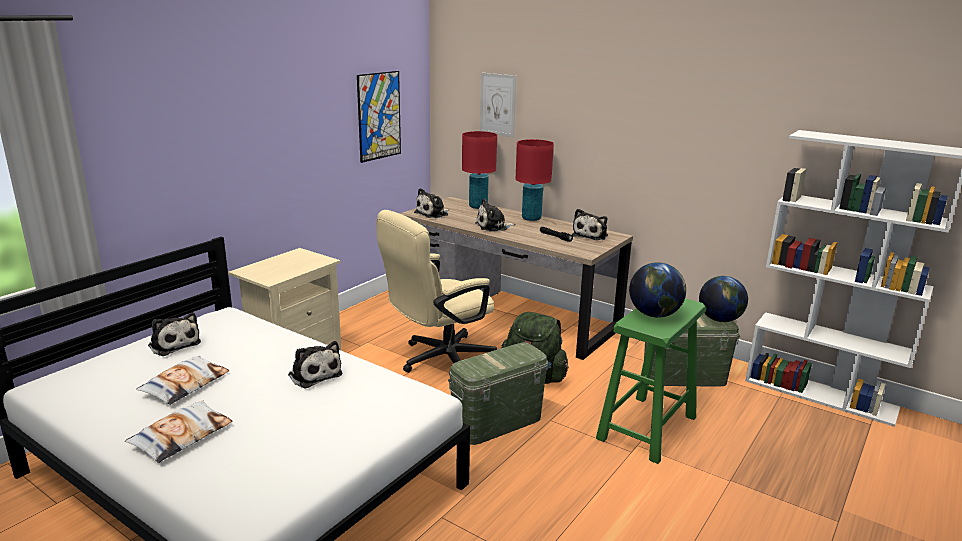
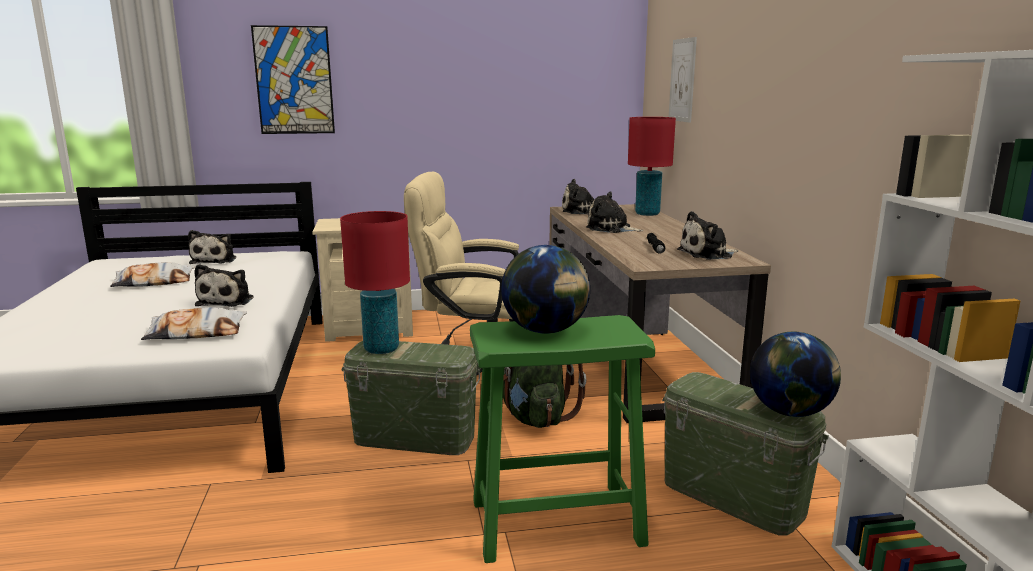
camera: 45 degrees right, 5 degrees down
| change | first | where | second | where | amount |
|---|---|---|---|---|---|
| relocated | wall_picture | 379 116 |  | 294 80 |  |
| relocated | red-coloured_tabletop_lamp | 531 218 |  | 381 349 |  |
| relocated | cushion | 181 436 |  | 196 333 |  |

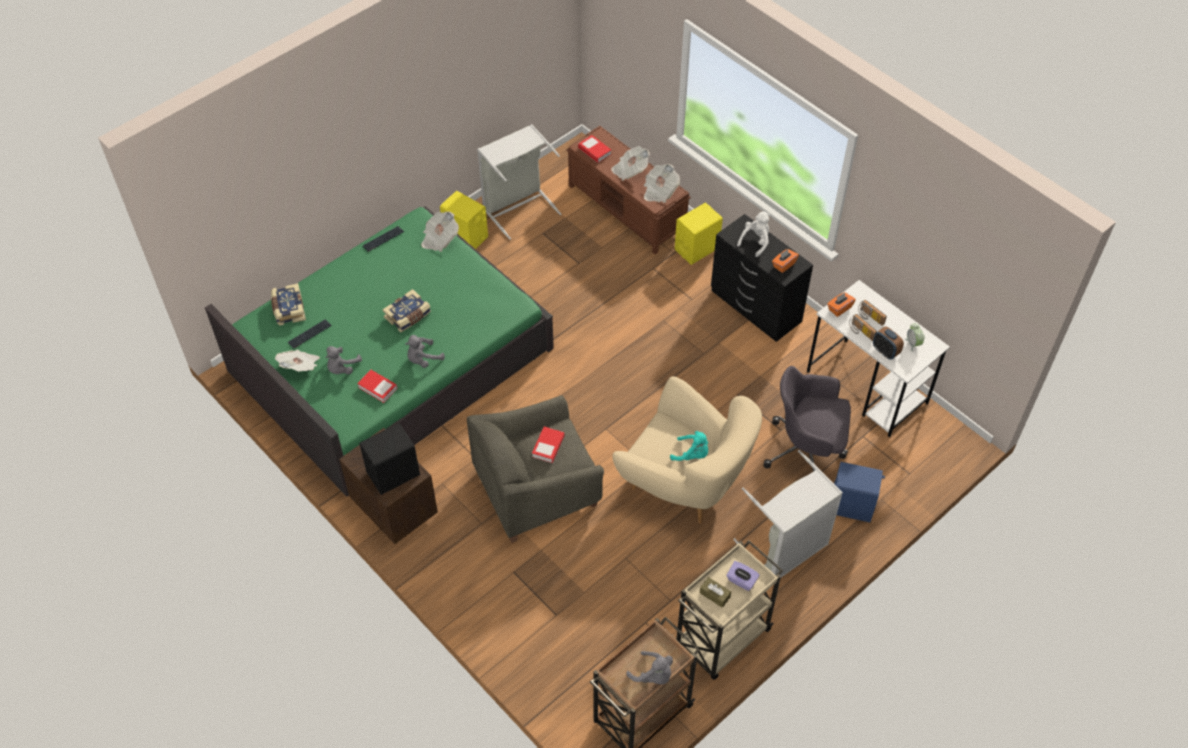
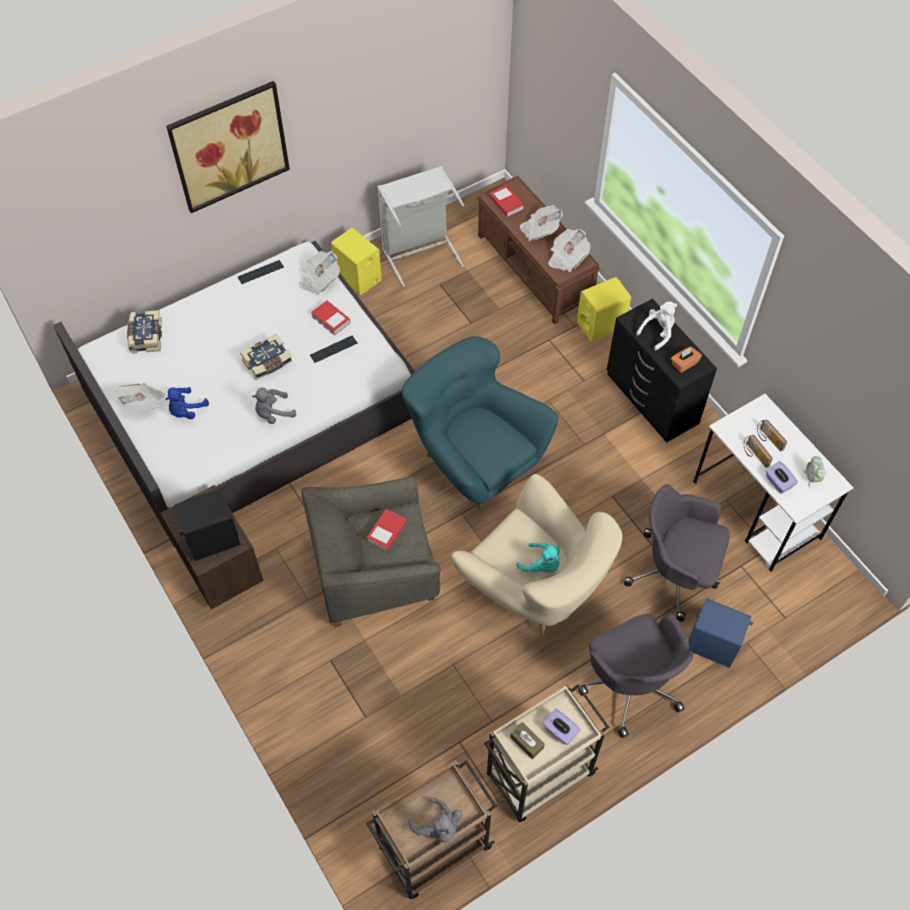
camera: 10 degrees right, 5 degrees up
| change | first | where | second | where | amount |
|---|---|---|---|---|---|
| colour | green_bedroom_bed | 390 360 | white-coloured_bedroom_bed | 251 402 |  |
| missing | orange-coloured_box_of_tissues | 839 308 |  |  |  |
| relocated | PC_keyboard | 309 334 |  | 333 349 |  |
| exchanged | bedside_clock | 885 351 | purple-coloured_box_of_tissues | 778 482 |  |
| colour | gray_cuddly_toy | 342 368 | bluish_cuddly_toy | 186 410 |  |
| relocated | bound_book | 377 388 |  | 331 320 |  |
| exchanged | gray_laundry_basket | 786 550 | gray_desk_chair | 630 684 |  |
| appeared |  |  | wall_picture | 229 146 |  |
| appeared |  |  | turquoise-coloured_armchair | 474 461 |  |

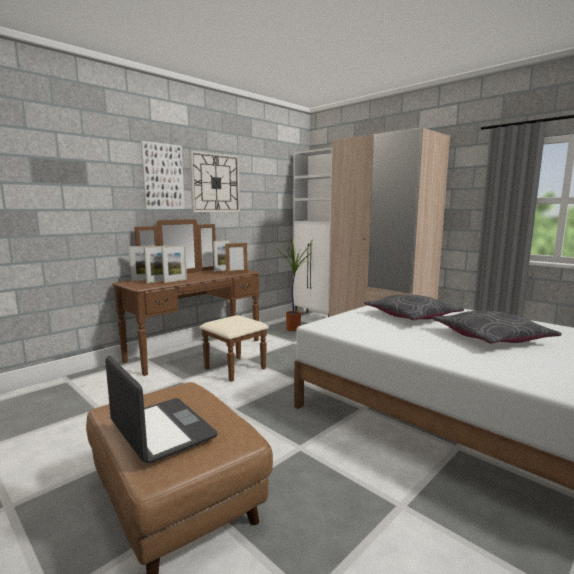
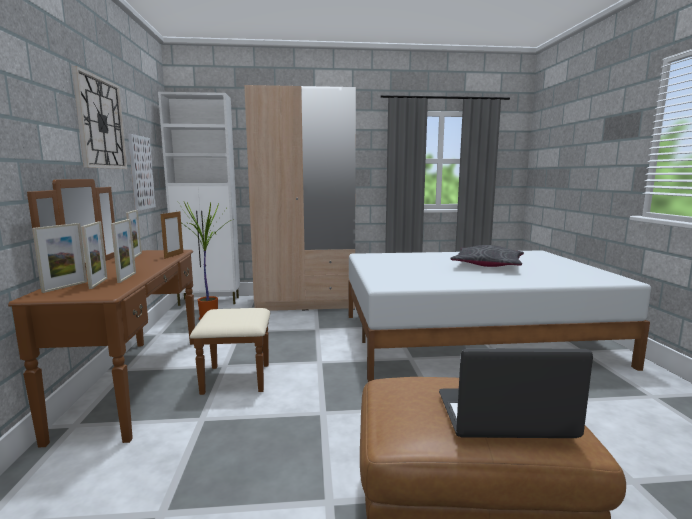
camera: 50 degrees left, 0 degrees up
| change | first | where | second | where | amount |
|---|---|---|---|---|---|
| relocated | wall_picture | 163 176 |  | 141 173 |  |
| missing | gray_cushion | 411 316 |  |  |  |

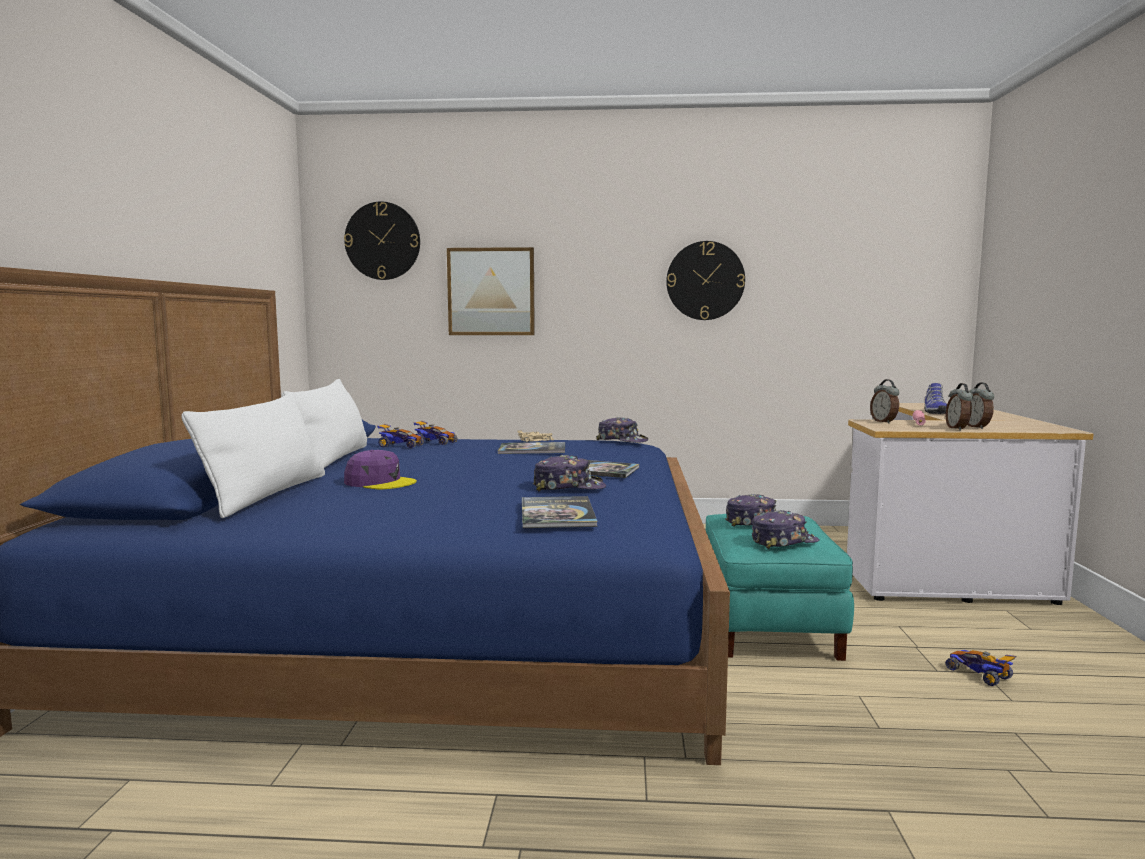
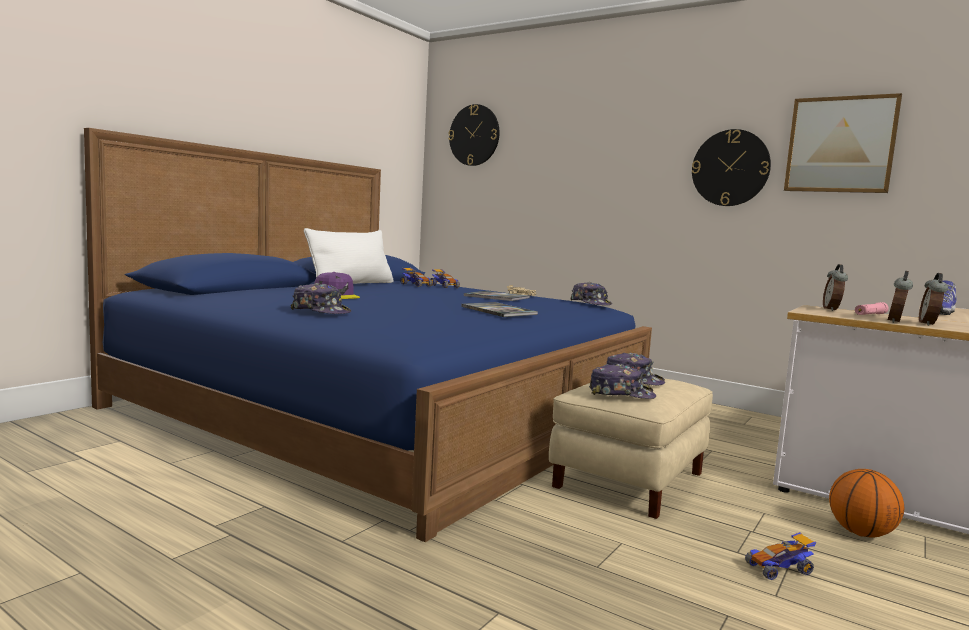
camera: 30 degrees right, 0 degrees up
| change | first | where | second | where | amount |
|---|---|---|---|---|---|
| relocated | wall_picture | 491 292 |  | 840 145 |  |
| missing | white-coloured_cushion | 267 494 |  |  |  |
| relocated | baseball_cap | 569 487 |  | 321 311 |  |
| missing | bound_book | 557 514 |  |  |  |
| colour | turquoise-coloured_pouffe | 767 627 | sand-coloured_pouffe | 628 479 |  |
| spun | miniature_car | 980 675 |  | 779 568 | 105 degrees counterclockwise |
| appeared |  |  | basketball | 861 533 |  |

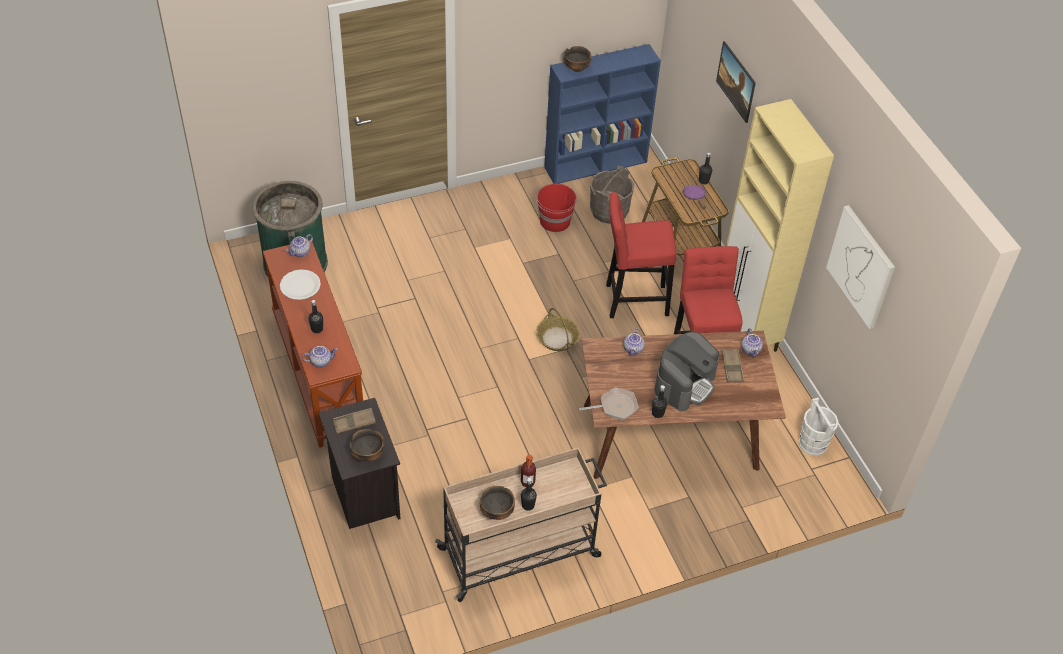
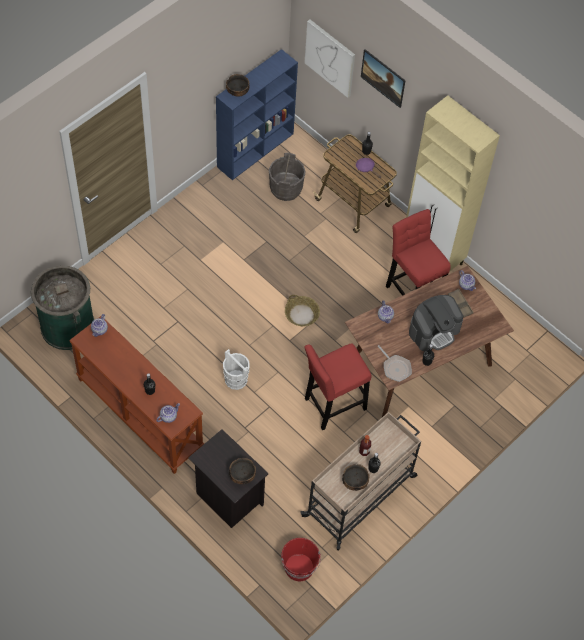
camera: 25 degrees left, 10 degrees up
| change | first | where | second | where | amount |
|---|---|---|---|---|---|
| relocated | red-coloured_water_bucket | 555 221 |  | 299 568 |  |
| relocated | red-coloured_sitting_stool | 632 300 |  | 332 406 |  |
| relocated | wall_picture | 861 266 |  | 330 58 |  |
| missing | white-coloured_dinner_plate | 300 285 |  |  |  |
| spun | coffee_maker | 684 384 |  | 434 331 | 45 degrees clockwise |
| spun | skillet | 615 406 |  | 395 368 | 90 degrees clockwise |
| relocated | white-coloured_water_bucket | 813 444 |  | 236 380 |  |
| missing | brownish_serving_tray | 354 423 |  |  |  |

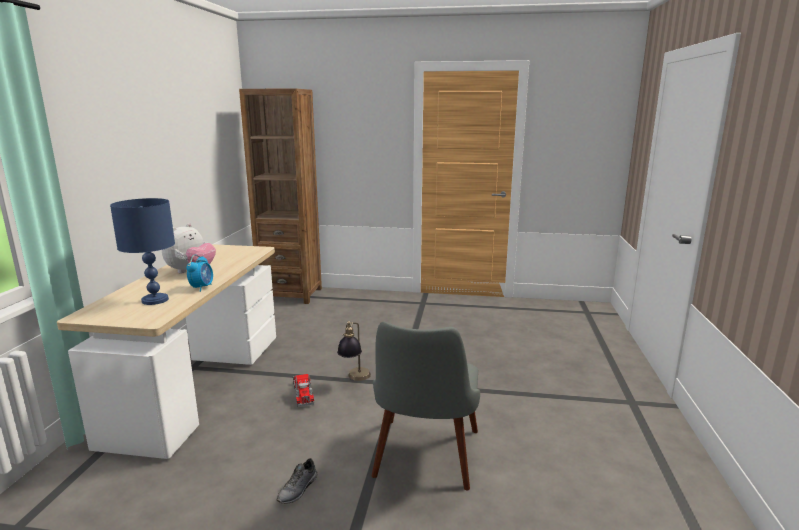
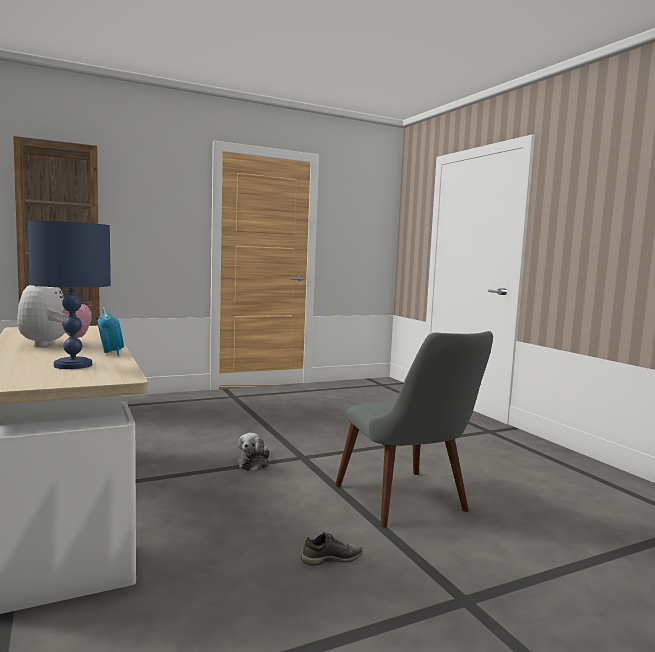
camera: 35 degrees left, 10 degrees down
| change | first | where | second | where | amount |
|---|---|---|---|---|---|
| exchanged | tabletop_lamp | 355 379 | cuddly_toy | 254 463 |  |
| missing | toy_lorry | 303 393 |  |  |  |
| spun | gray_shoe | 298 489 |  | 331 558 | 105 degrees counterclockwise |

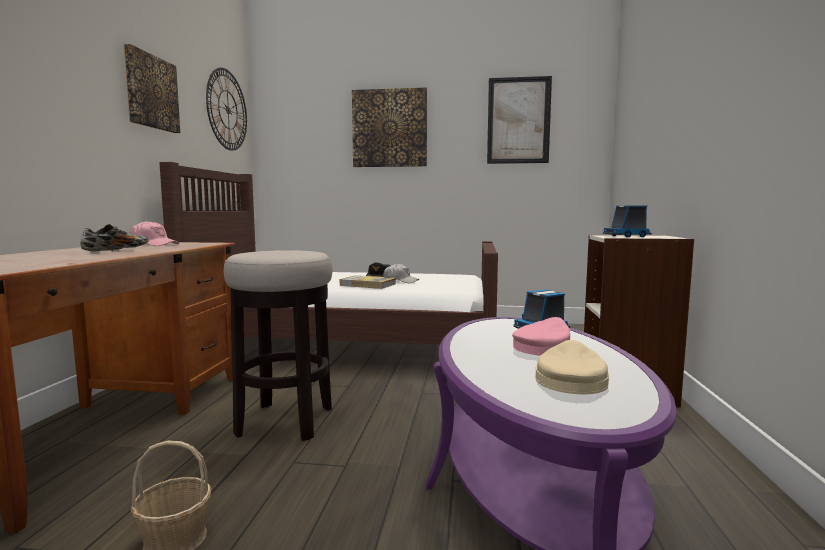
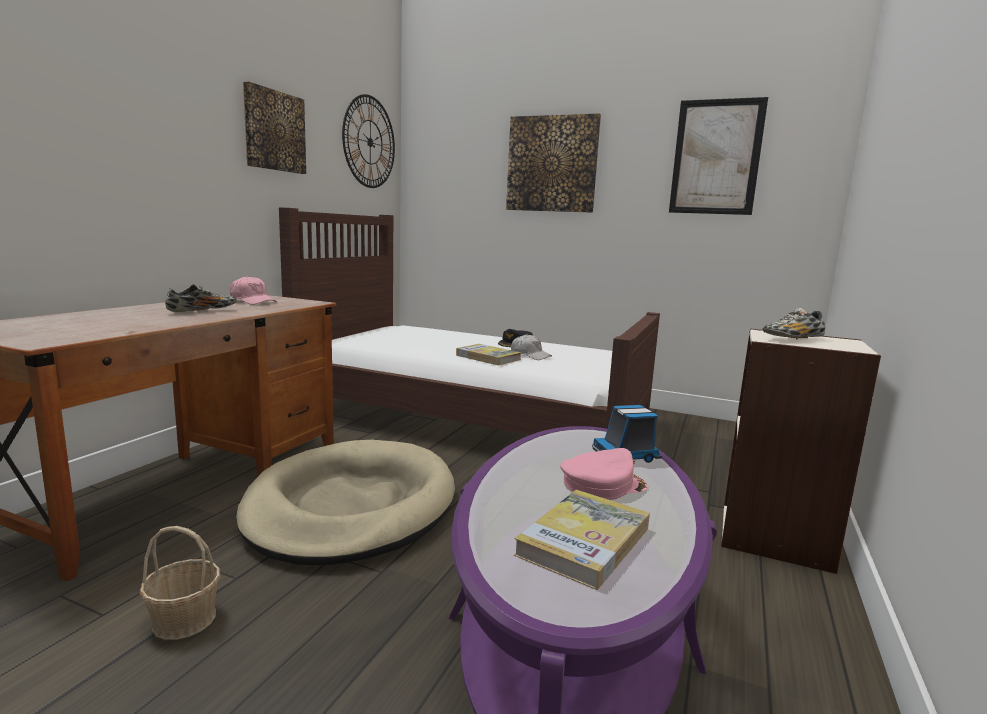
camera: 15 degrees right, 5 degrees up
| change | first | where | second | where | amount |
|---|---|---|---|---|---|
| exchanged | toy_lorry | 627 236 | shoe | 792 339 |  |
| exchanged | sitting_stool | 285 421 | sand-coloured_dog_cushion | 352 506 |  |
| exchanged | sand-coloured_baseball_cap | 570 380 | bound_book | 584 541 |  |

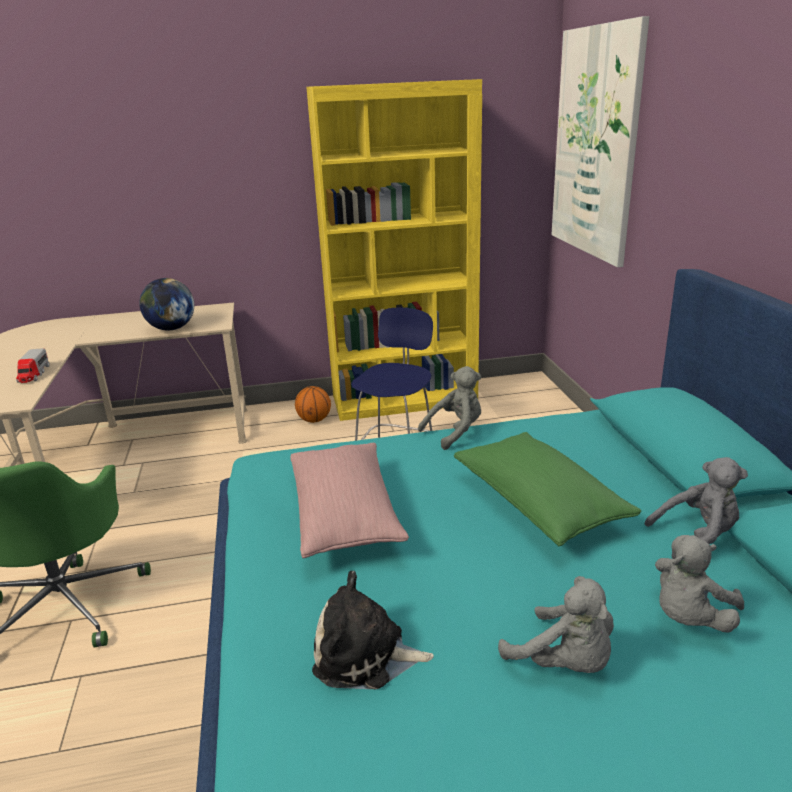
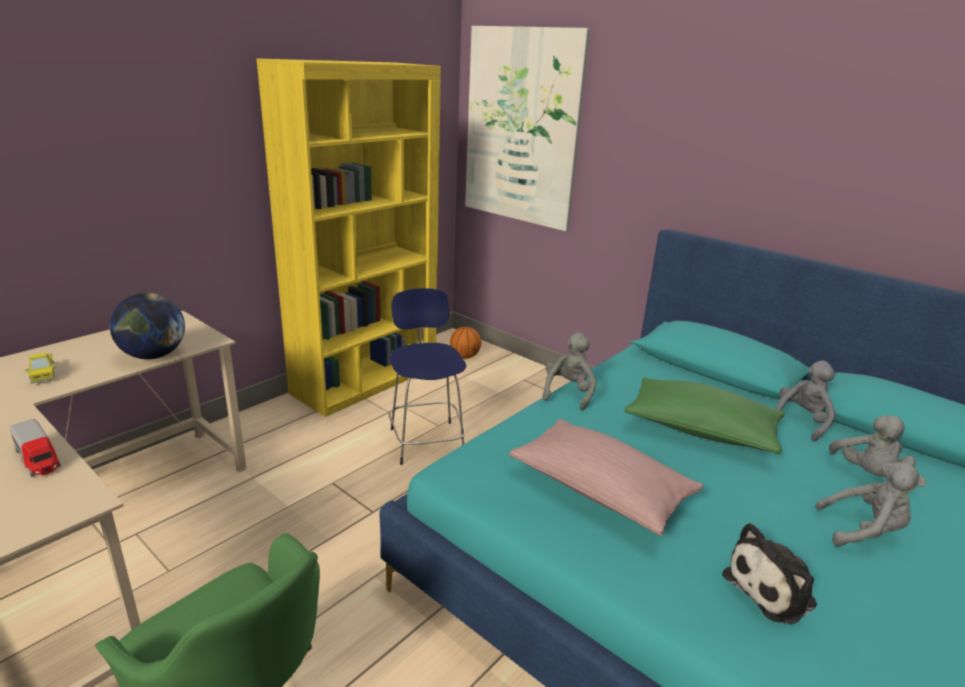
camera: 40 degrees left, 0 degrees up
| change | first | where | second | where | amount |
|---|---|---|---|---|---|
| relocated | basketball | 314 420 |  | 465 356 |  |
| appeared |  |  | toy_lorry | 43 375 |  |

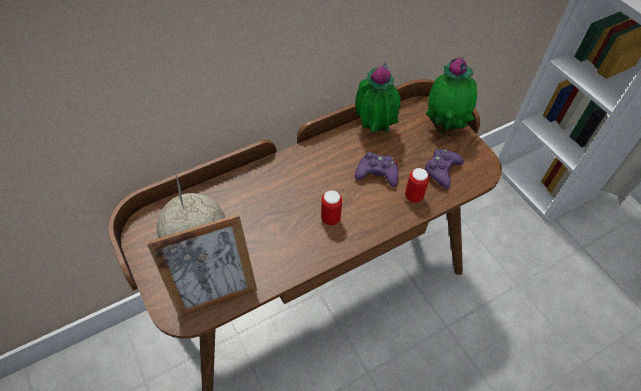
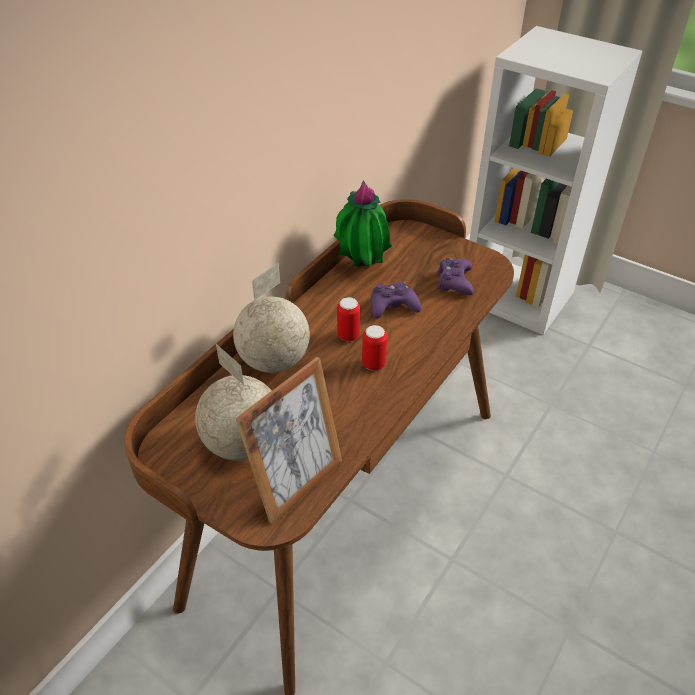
camera: 25 degrees left, 10 degrees down
| change | first | where | second | where | amount |
|---|---|---|---|---|---|
| missing | houseplant | 444 127 |  |  |  |
| relocated | can | 413 196 |  | 348 335 |  |
| appeared |  |  | world_globe | 275 361 |  |

